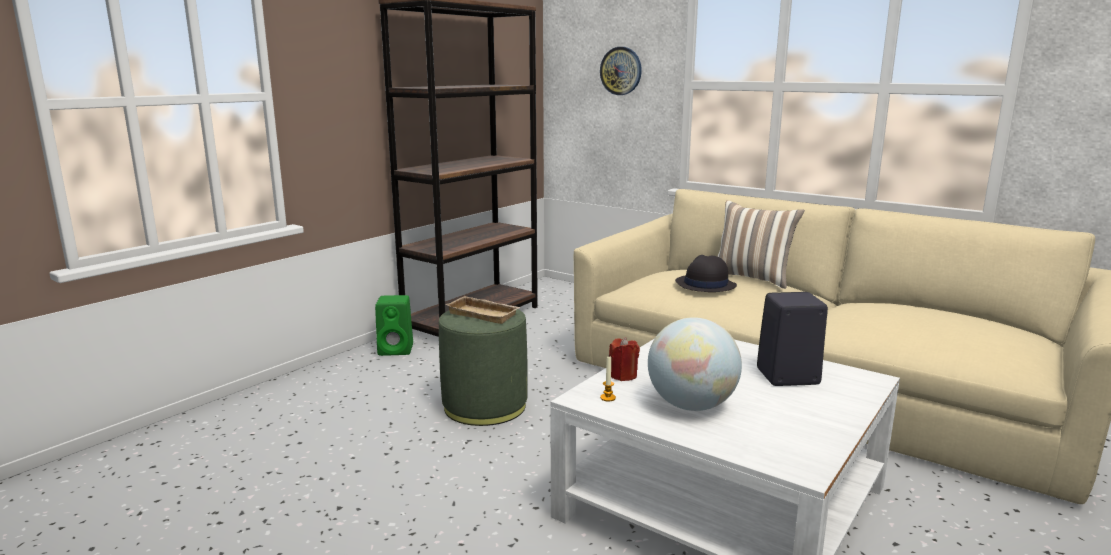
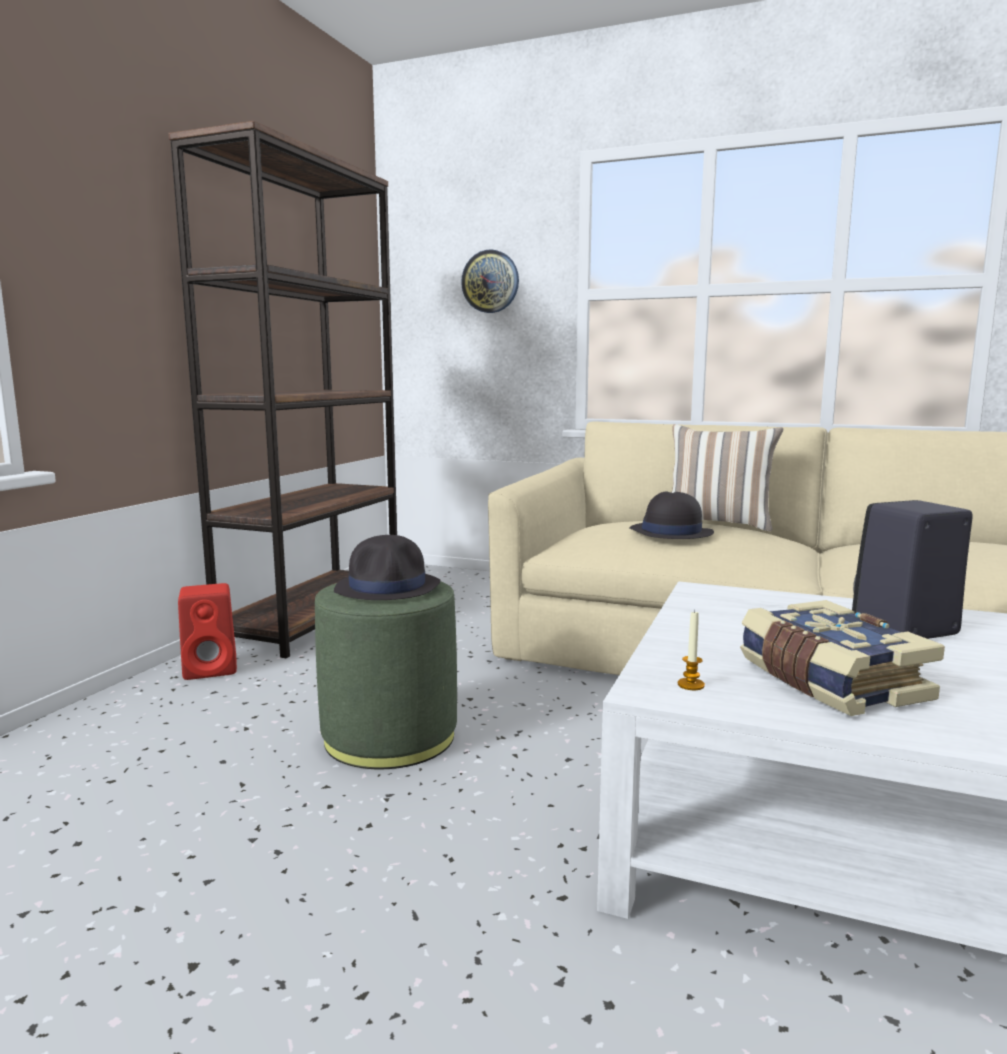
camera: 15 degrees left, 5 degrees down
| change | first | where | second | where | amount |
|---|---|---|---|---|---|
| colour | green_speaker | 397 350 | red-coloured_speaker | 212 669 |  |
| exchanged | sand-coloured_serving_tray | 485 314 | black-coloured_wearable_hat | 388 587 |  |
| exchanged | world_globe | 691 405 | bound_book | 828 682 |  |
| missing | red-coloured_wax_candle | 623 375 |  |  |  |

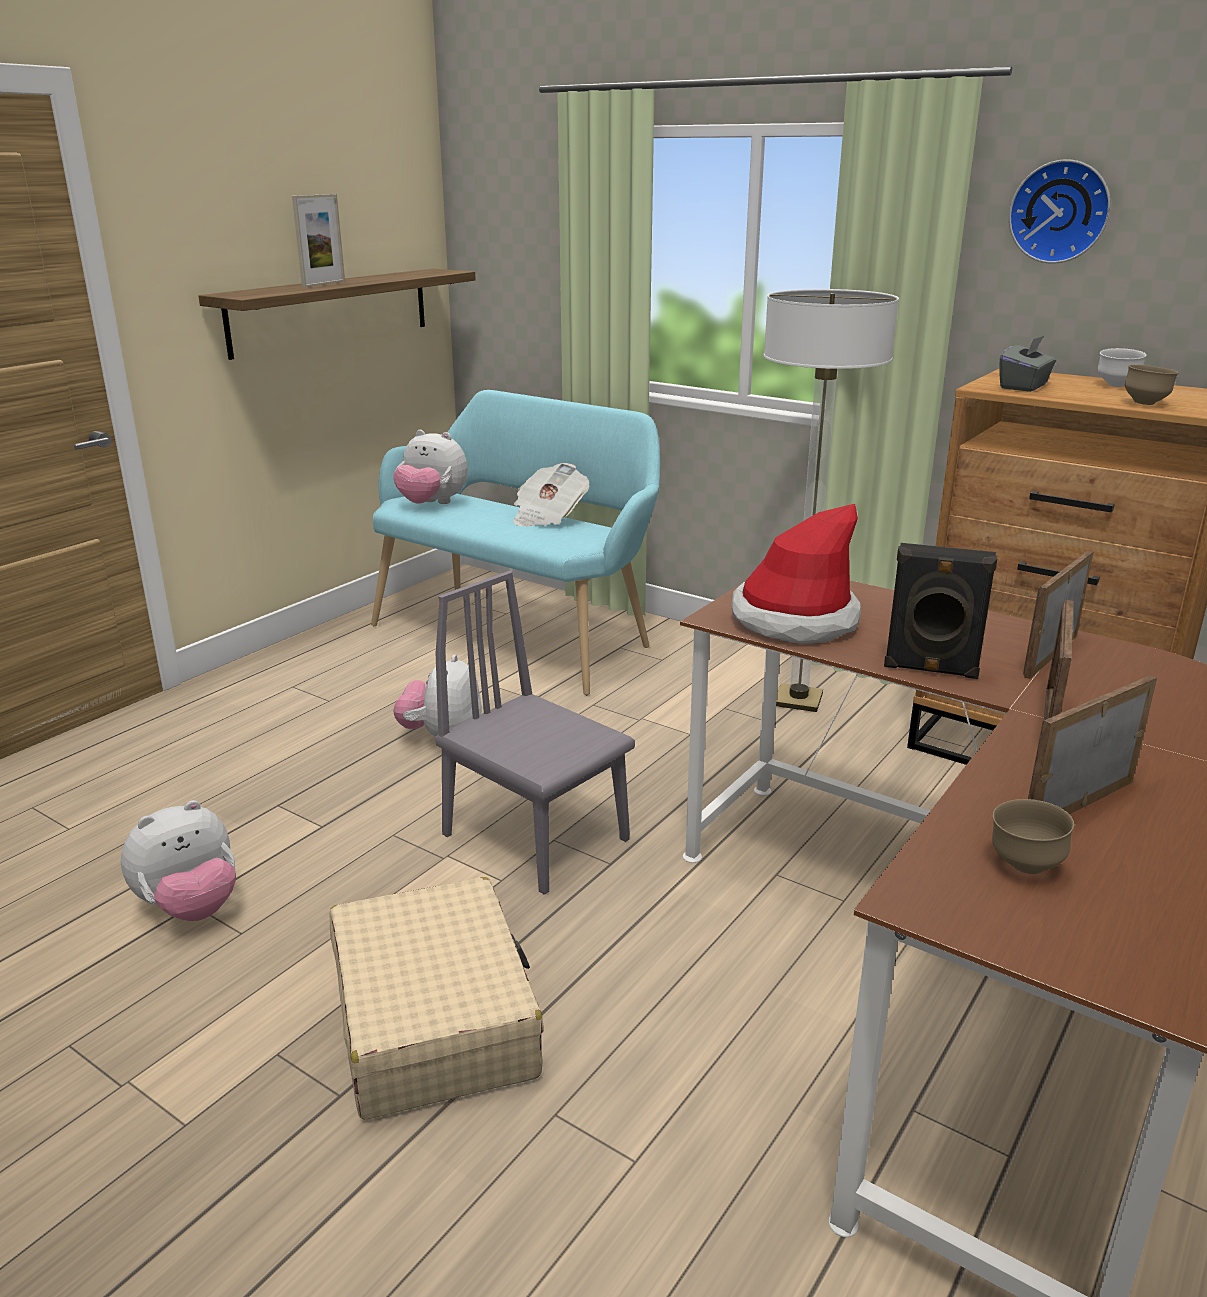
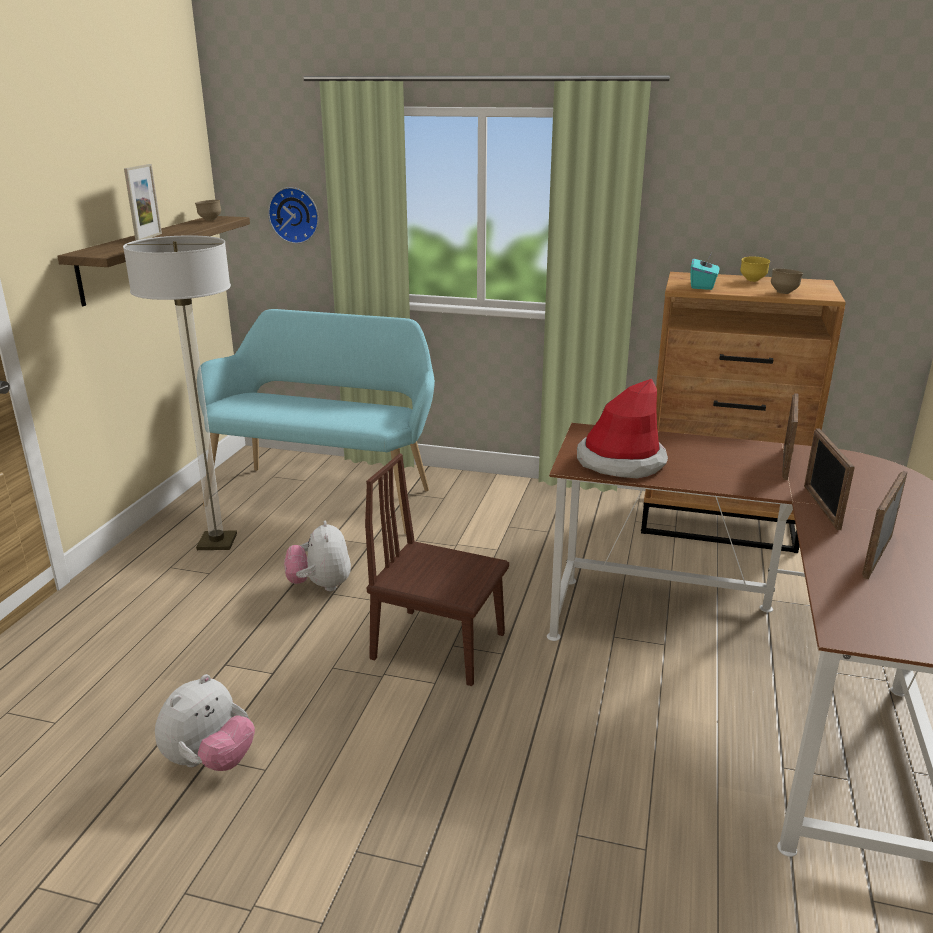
camera: 20 degrees left, 0 degrees up
| change | first | where | second | where | amount |
|---|---|---|---|---|---|
| relocated | wall_clock | 1060 212 |  | 295 215 |  |
| relocated | standing_lamp | 798 700 |  | 217 542 |  |
| colour | gray_box_of_tissues | 1024 387 | turquoise-coloured_box_of_tissues | 703 286 |  |
| colour | white-coloured_serving_bowl | 1116 386 | yellow_serving_bowl | 752 281 |  |
| missing | cuddly_toy | 432 504 |  |  |  |
| missing | printed_paper | 548 517 |  |  |  |
| missing | black-coloured_speaker | 930 670 |  |  |  |
| colour | gray_chair | 536 837 | brownish_chair | 439 646 |  |
| relocated | brownish_serving_bowl | 1024 866 |  | 209 220 |  |
| missing | sand-coloured_piece_of_luggage | 434 1018 |  |  |  |

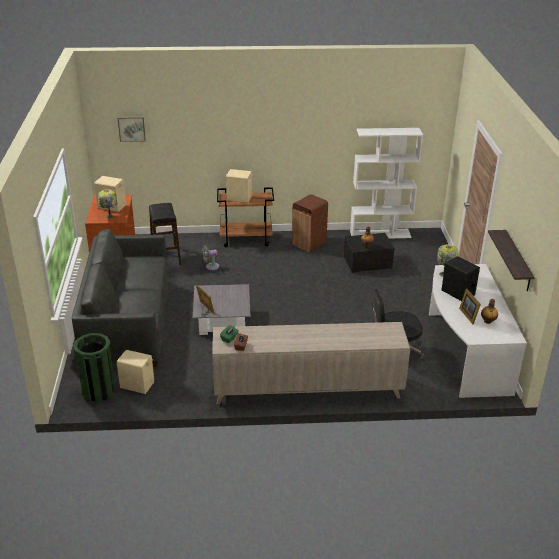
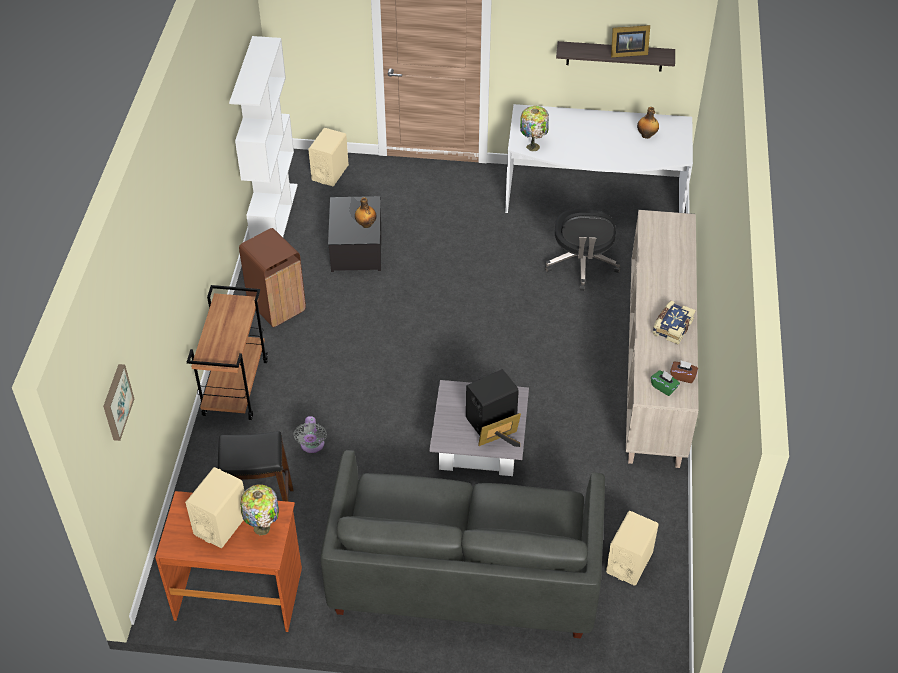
camera: 80 degrees left, 15 degrees up
| change | first | where | second | where | amount |
|---|---|---|---|---|---|
| relocated | sand-coloured_speaker | 239 198 |  | 330 173 |  |
| relocated | black-coloured_speaker | 457 293 |  | 490 419 |  |
| relocated | photo_frame | 469 315 |  | 627 53 |  |
| missing | green_trash_can | 99 392 |  |  |  |
| appeared |  |  | bound_book | 671 327 |  |

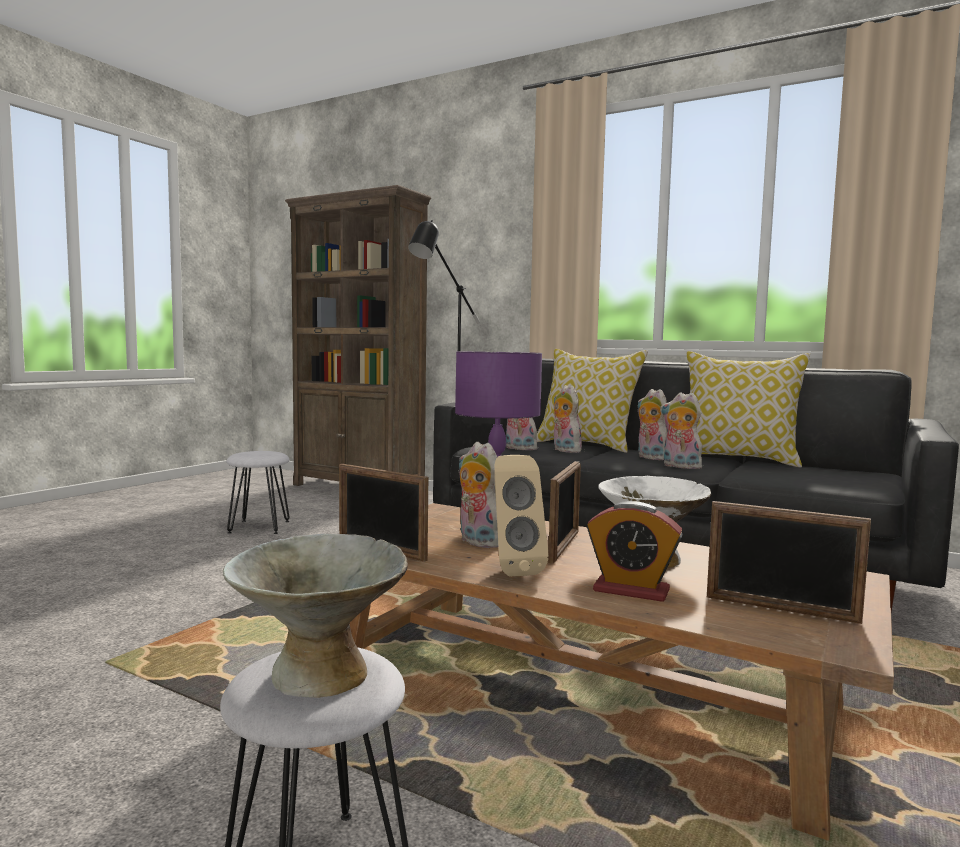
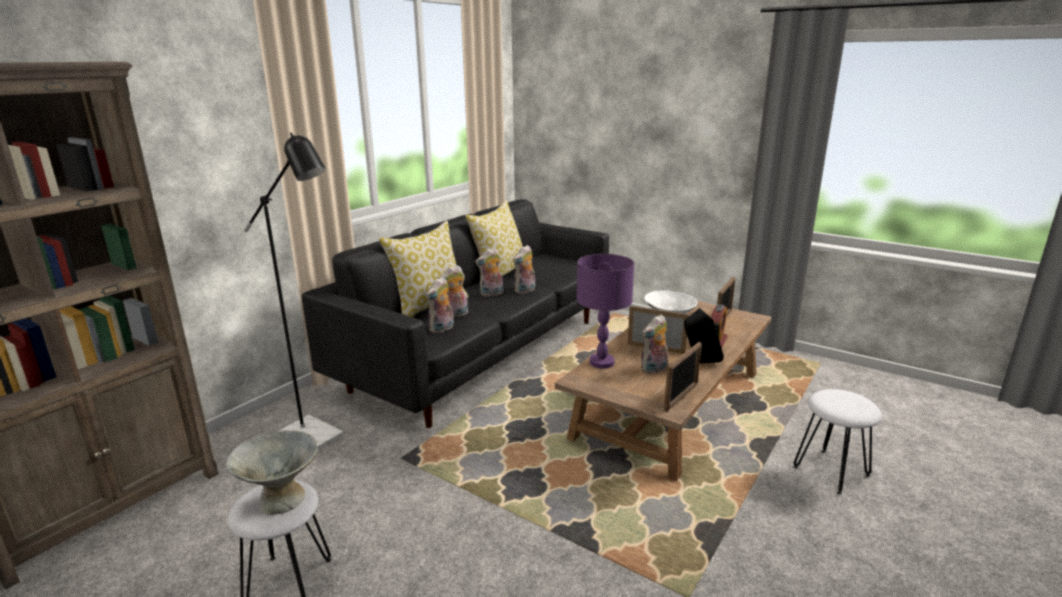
camera: 85 degrees left, 15 degrees up
| change | first | where | second | where | amount |
|---|---|---|---|---|---|
| colour | sand-coloured_speaker | 512 570 | black-coloured_speaker | 700 363 |  |
| relocated | gray_serving_bowl | 320 674 |  | 282 499 |  |

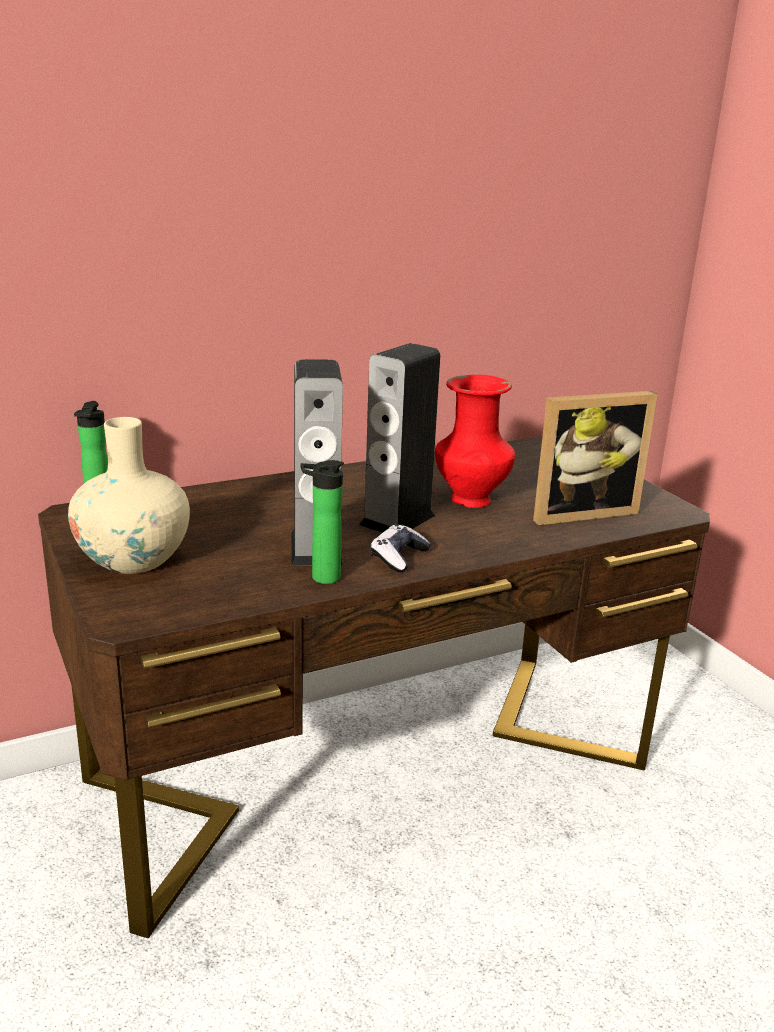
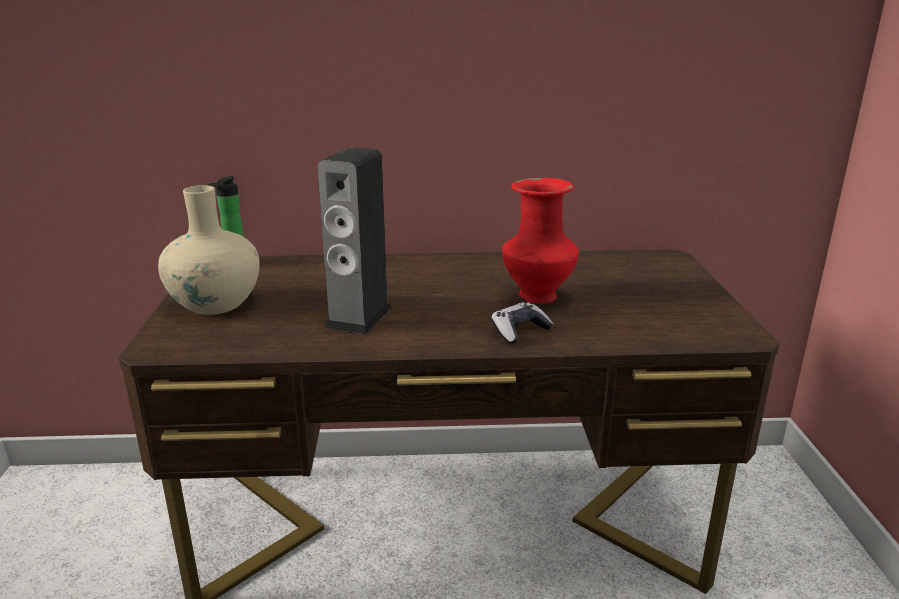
camera: 25 degrees right, 0 degrees up
| change | first | where | second | where | amount |
|---|---|---|---|---|---|
| missing | speaker | 397 520 |  |  |  |
| missing | photo_frame | 579 511 |  |  |  |
| missing | bottle | 321 578 |  |  |  |
| relocated | gamepad | 398 557 |  | 519 331 |  |

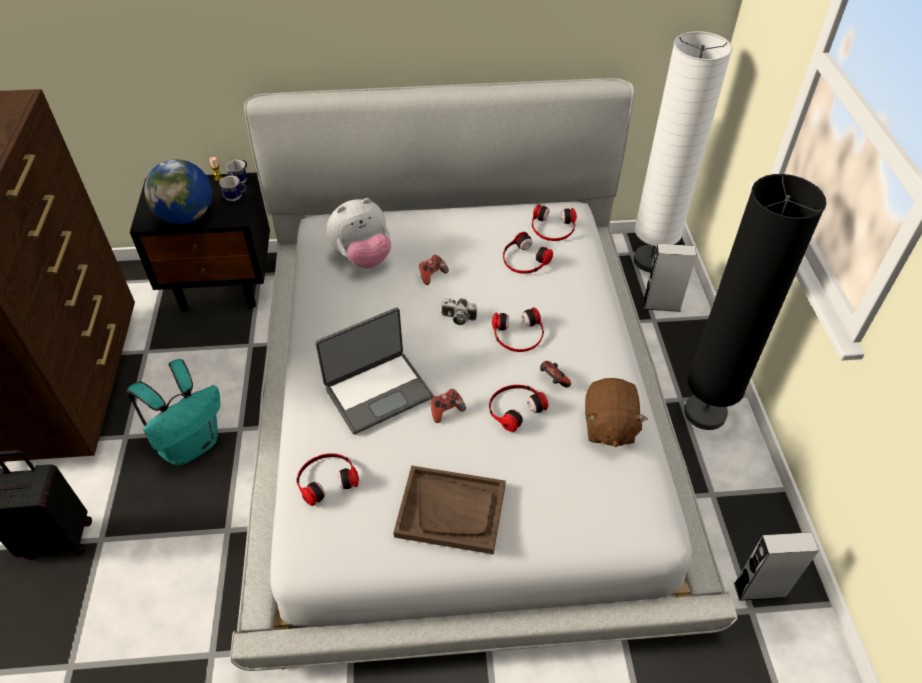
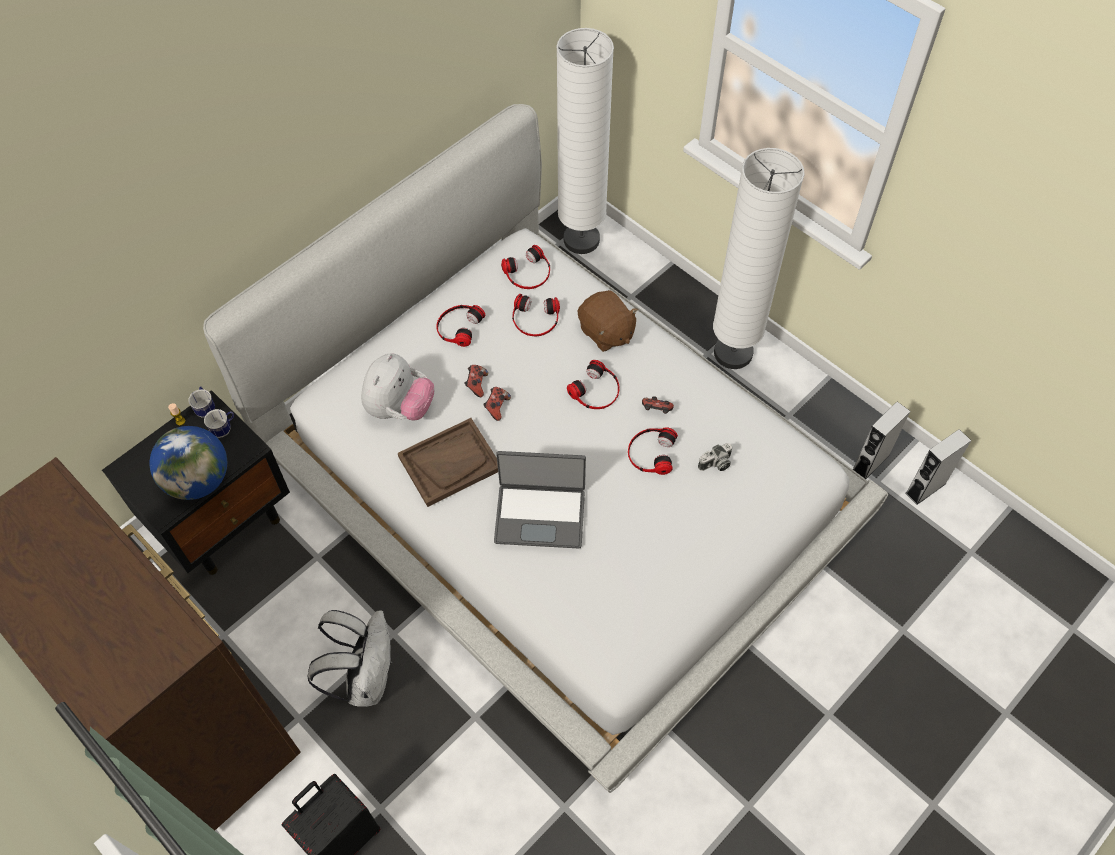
camera: 40 degrees left, 10 degrees up
| change | first | where | second | where | amount |
|---|---|---|---|---|---|
| colour | black-coloured_standing_lamp | 704 413 | white-coloured_standing_lamp | 733 353 |  |
| relocated | gray_speaker | 661 305 |  | 925 488 |  |
| relocated | photo_camera | 457 318 |  | 716 464 |  |
| spun | notebook_computer | 378 391 |  | 540 515 | 75 degrees clockwise |
| colour | turquoise-coloured_backpack | 191 444 | white-coloured_backpack | 366 678 |  |
| relocated | brownish_cuddly_toy | 608 426 |  | 606 332 |  |
| relocated | gamepad | 446 411 |  | 497 407 |  |
| relocated | pair_of_headphones | 326 479 |  | 458 327 |  |
| relocated | brownish_serving_tray | 451 510 |  | 450 463 |  |

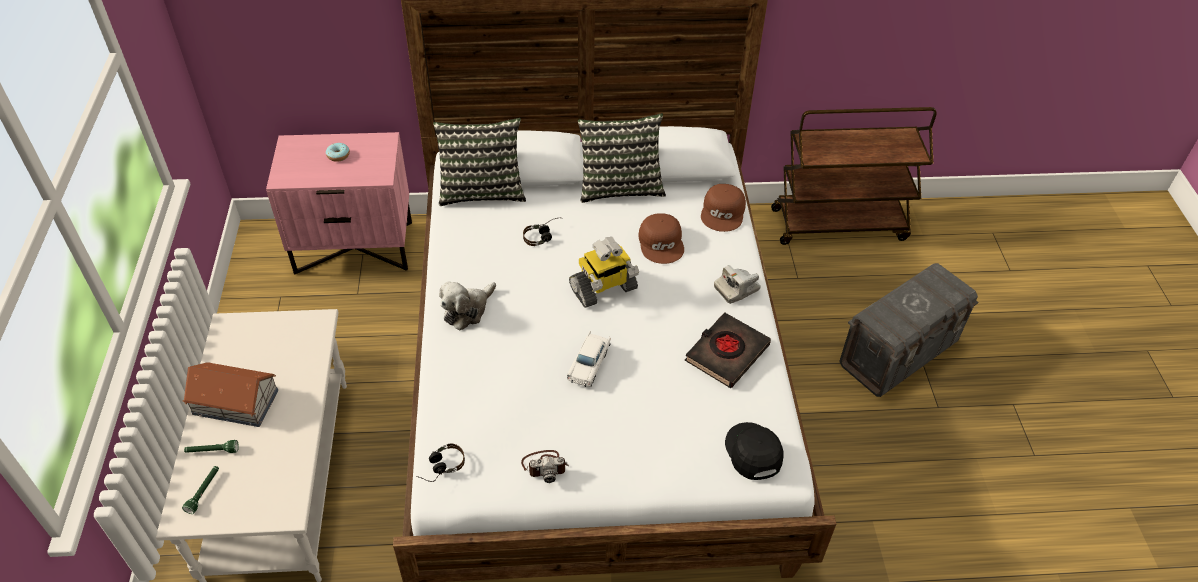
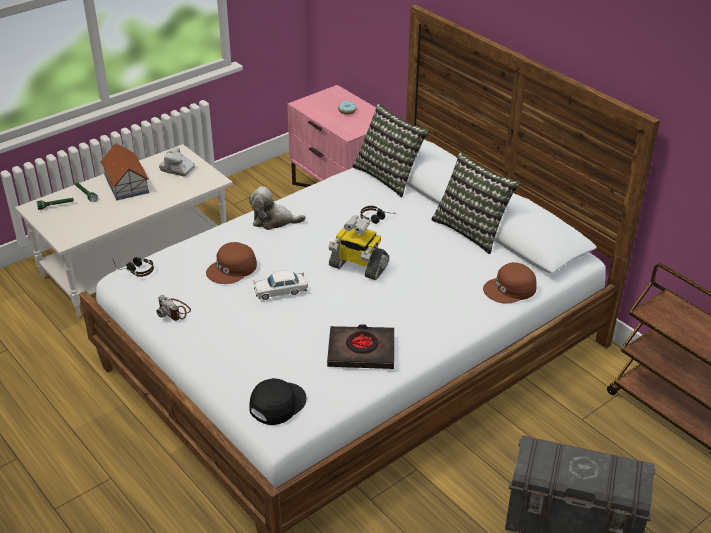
camera: 55 degrees right, 10 degrees down
| change | first | where | second | where | amount |
|---|---|---|---|---|---|
| relocated | brownish_baseball_cap | 662 243 |  | 232 269 |  |
| relocated | photo_camera | 736 289 |  | 177 169 |  |

